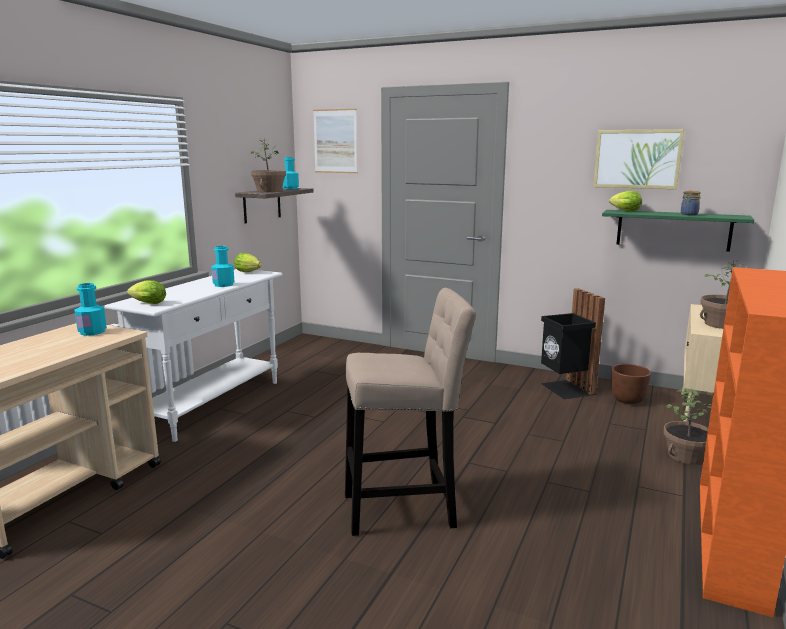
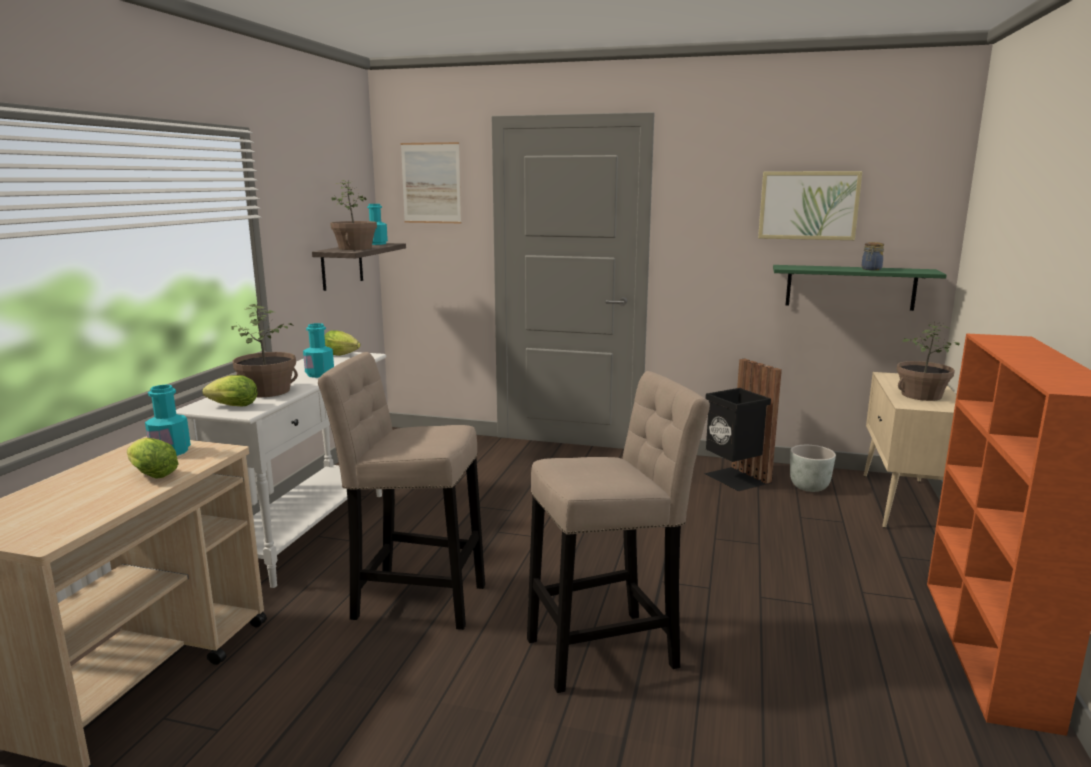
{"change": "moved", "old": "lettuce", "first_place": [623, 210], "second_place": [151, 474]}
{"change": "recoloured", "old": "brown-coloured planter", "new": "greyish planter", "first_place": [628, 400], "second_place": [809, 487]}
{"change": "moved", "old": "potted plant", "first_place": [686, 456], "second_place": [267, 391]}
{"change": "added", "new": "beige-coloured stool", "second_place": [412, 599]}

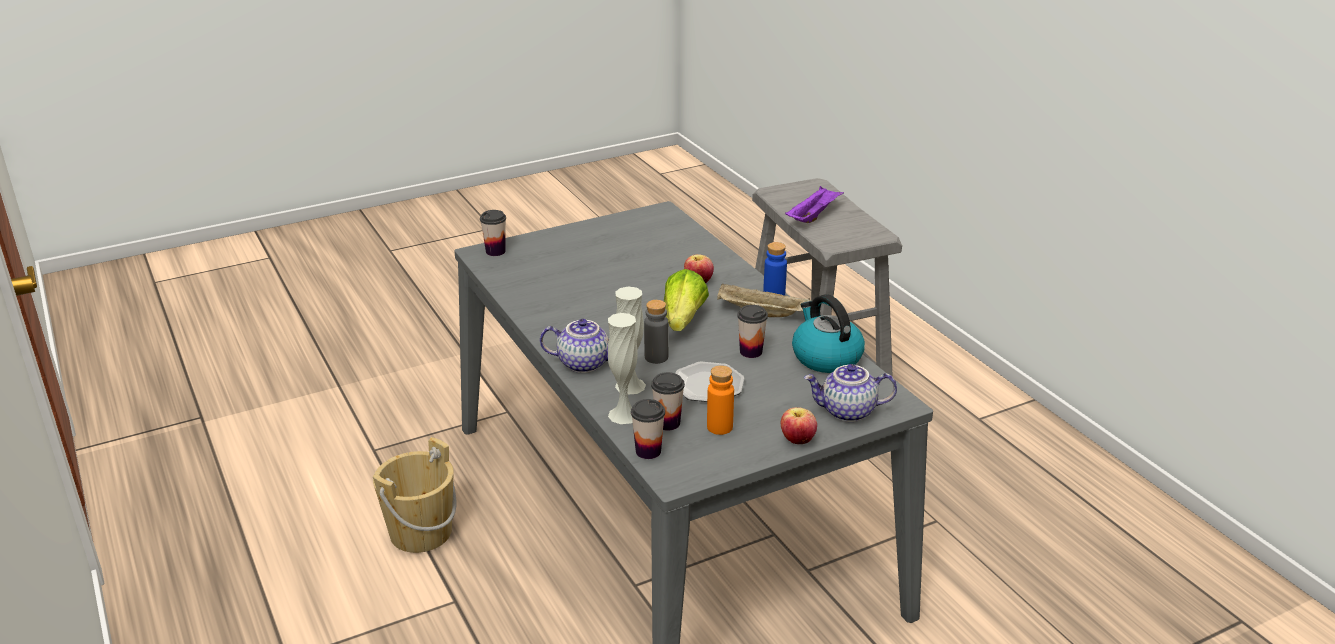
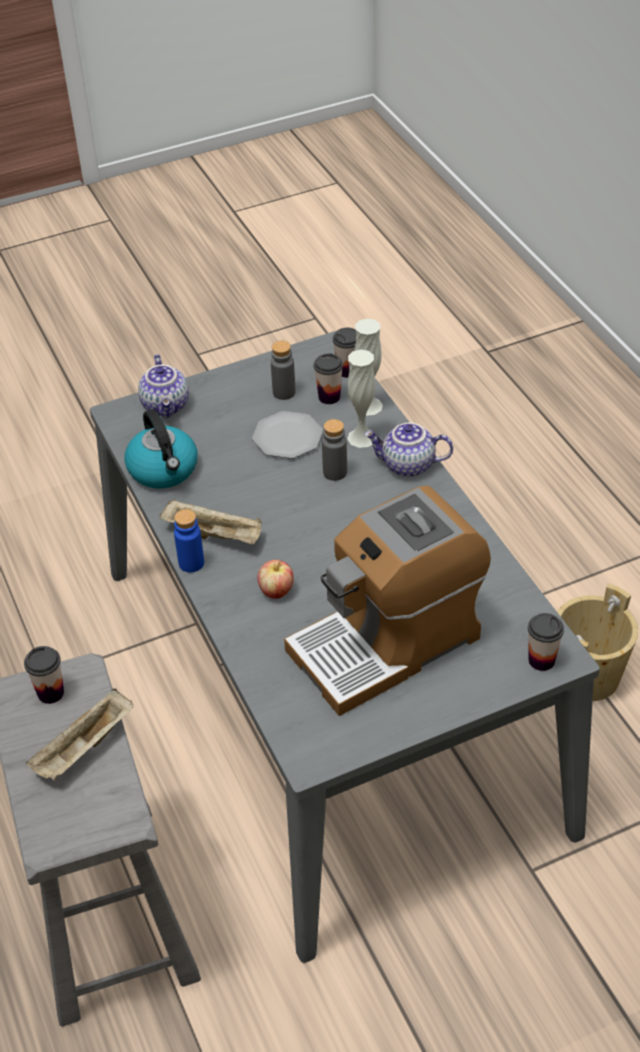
{"change": "removed", "old": "lettuce", "first_place": [683, 320]}
{"change": "recoloured", "old": "orange-coloured drink bottle", "new": "greyish drink bottle", "first_place": [719, 427], "second_place": [284, 392]}
{"change": "moved", "old": "small cup", "first_place": [751, 352], "second_place": [50, 693]}
{"change": "removed", "old": "whole apple", "first_place": [797, 440]}
{"change": "recoloured", "old": "purplish tray", "new": "beige-coloured tray", "first_place": [813, 216], "second_place": [84, 748]}
{"change": "turned", "old": "pot for tea", "first_place": [847, 412], "second_place": [167, 406], "degrees": 75}
{"change": "added", "new": "coffee machine", "second_place": [387, 643]}

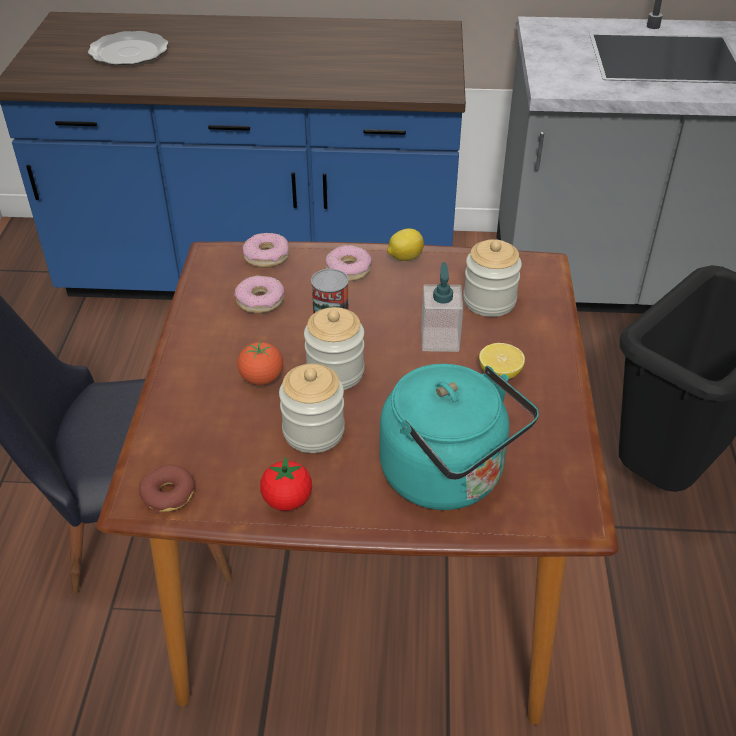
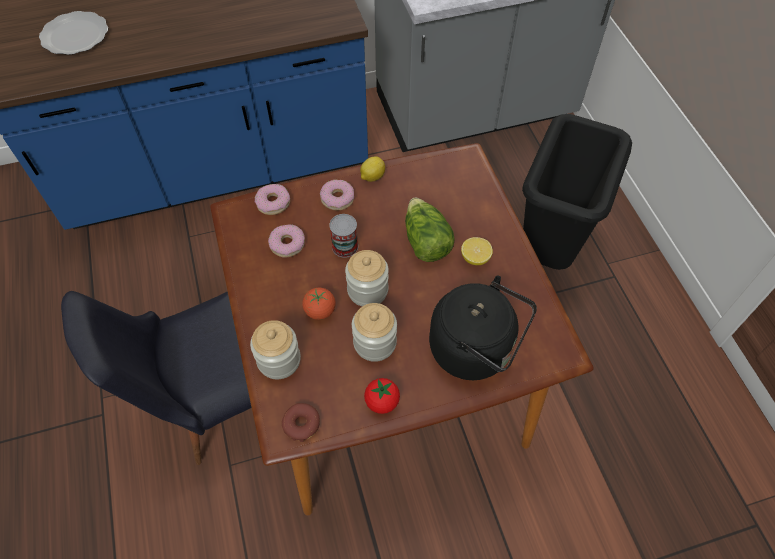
{"change": "recoloured", "old": "turquoise kettle", "new": "black kettle", "first_place": [449, 477], "second_place": [475, 350]}
{"change": "replaced", "old": "soap bottle", "new": "lettuce", "first_place": [440, 339], "second_place": [425, 241]}
{"change": "moved", "old": "jar", "first_place": [489, 301], "second_place": [279, 360]}

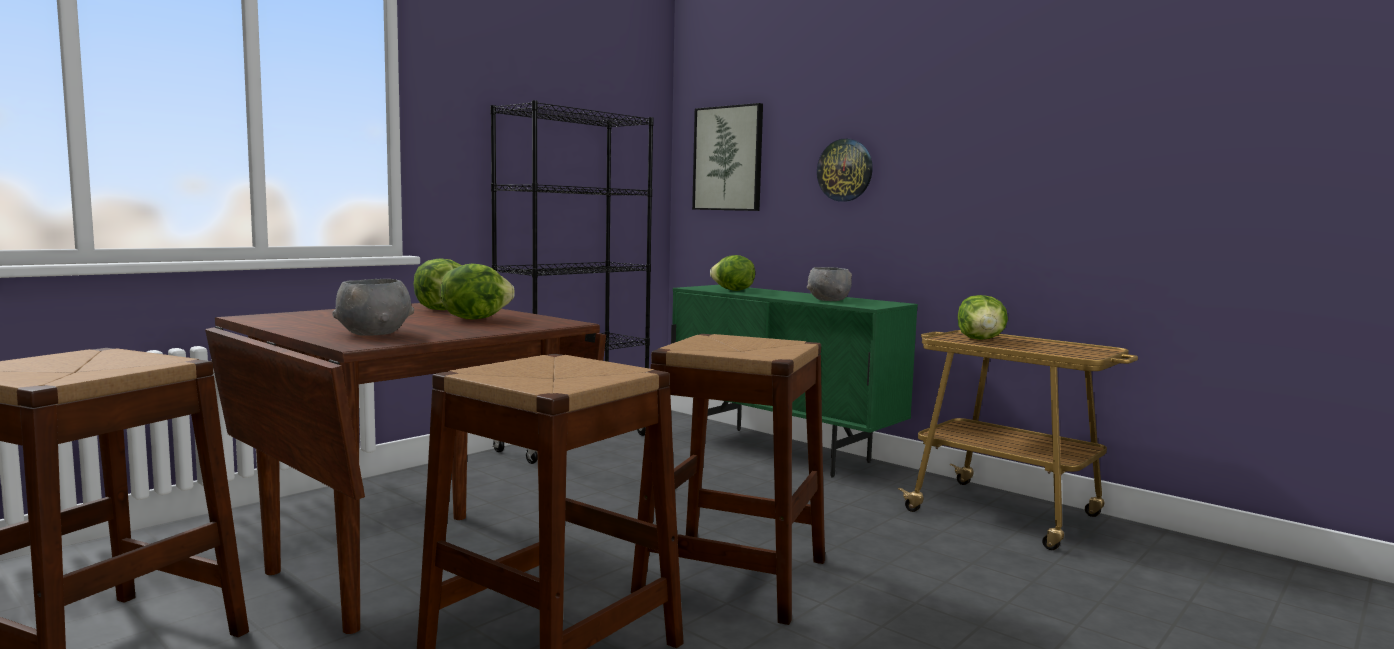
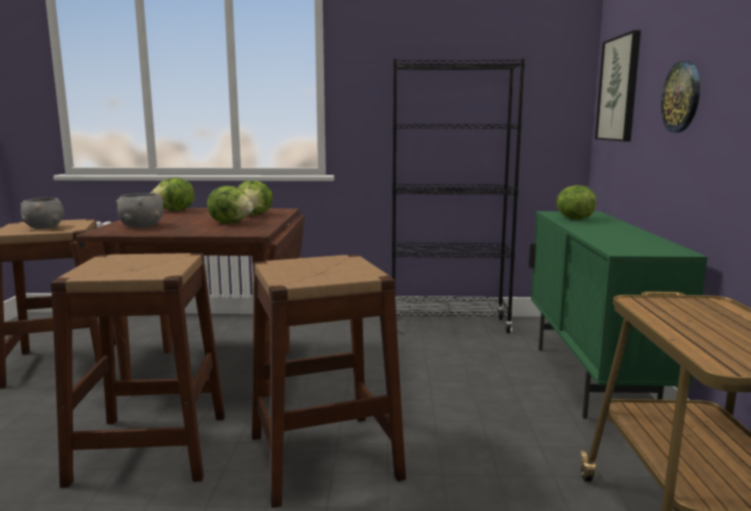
{"change": "moved", "old": "greyish bowl", "first_place": [828, 300], "second_place": [45, 227]}
{"change": "moved", "old": "lettuce", "first_place": [981, 340], "second_place": [175, 211]}

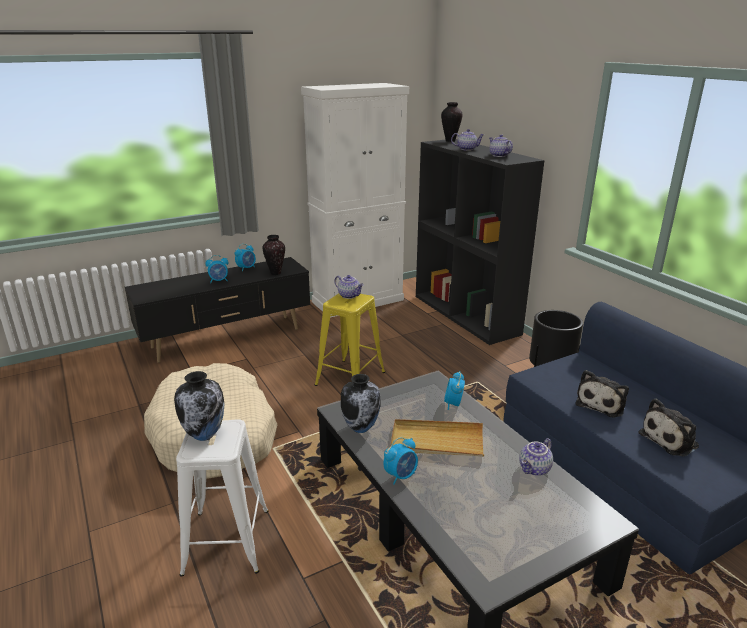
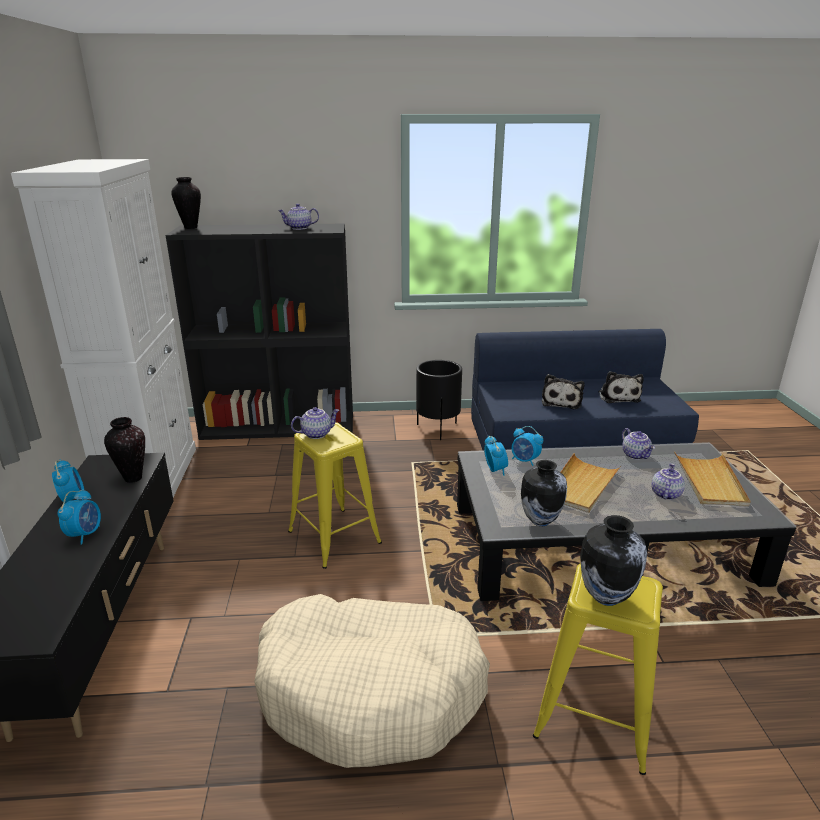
{"change": "recoloured", "old": "white stool", "new": "yellow-coloured stool", "first_place": [226, 541], "second_place": [593, 716]}
{"change": "moved", "old": "alarm clock", "first_place": [401, 476], "second_place": [495, 470]}
{"change": "moved", "old": "pot for tea", "first_place": [467, 149], "second_place": [665, 494]}
{"change": "turned", "old": "plush toy", "first_place": [602, 403], "second_place": [561, 402], "degrees": 45}
{"change": "added", "new": "beige-coloured tray", "second_place": [710, 482]}

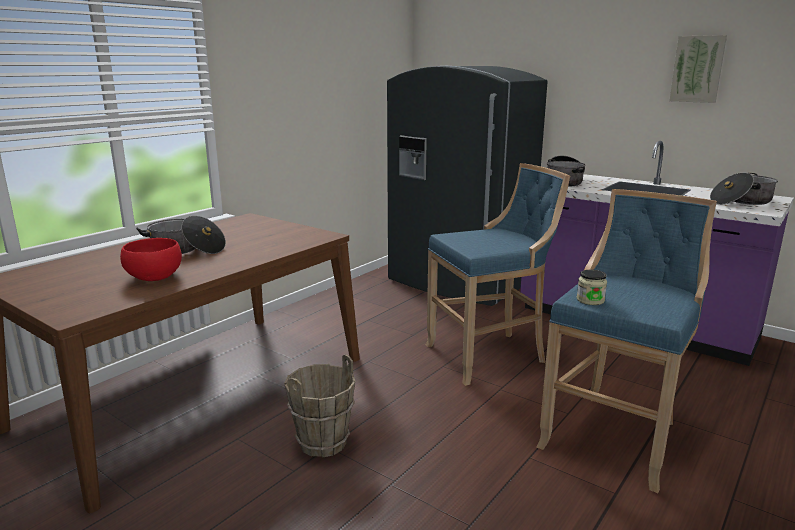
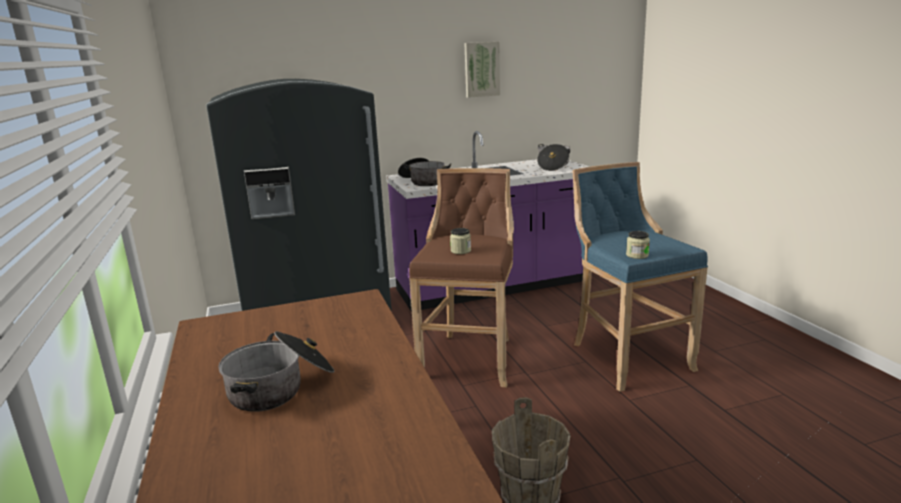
{"change": "removed", "old": "reddish bowl", "first_place": [154, 277]}
{"change": "recoloured", "old": "blue-coloured stool", "new": "brown-coloured stool", "first_place": [490, 355], "second_place": [470, 357]}
{"change": "added", "new": "jar", "second_place": [460, 251]}

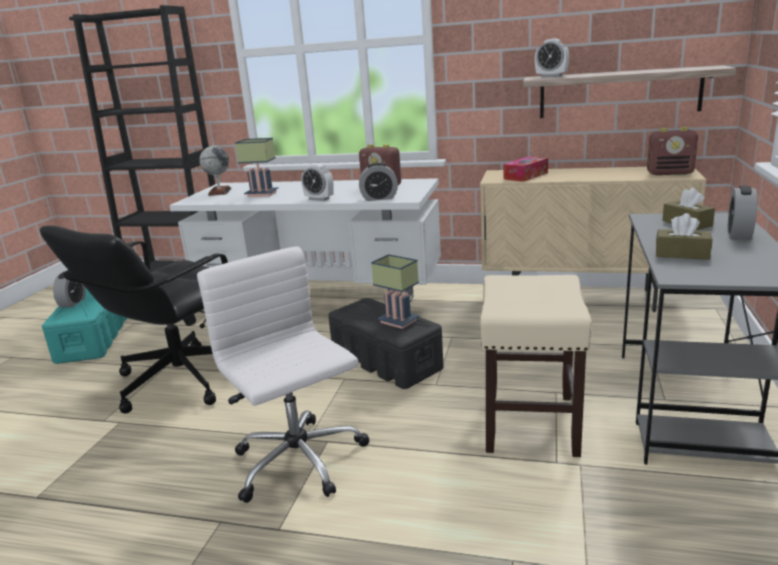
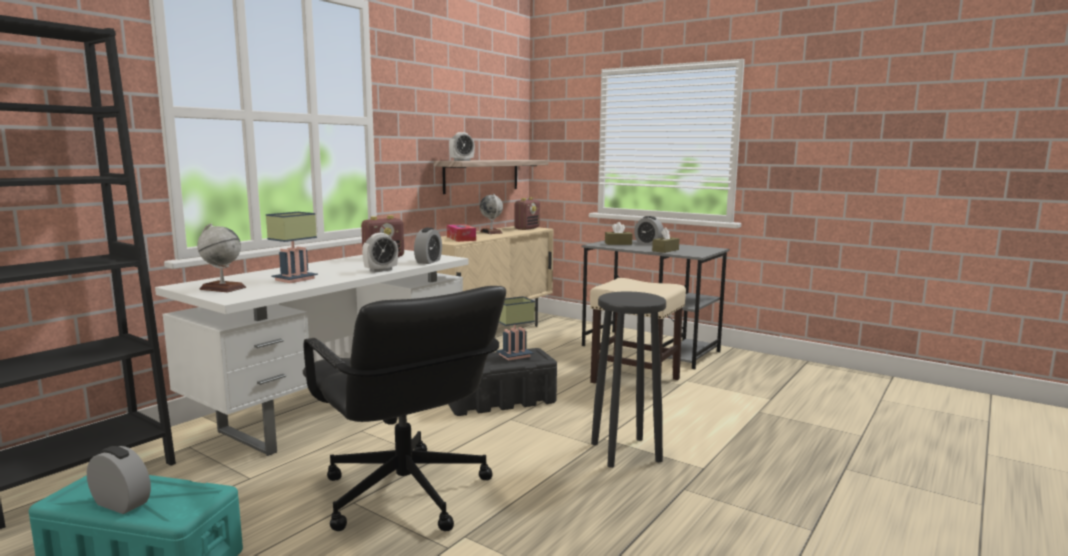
{"change": "replaced", "old": "white computer chair", "new": "black stool", "first_place": [300, 462], "second_place": [625, 451]}
{"change": "added", "new": "world globe", "second_place": [491, 232]}

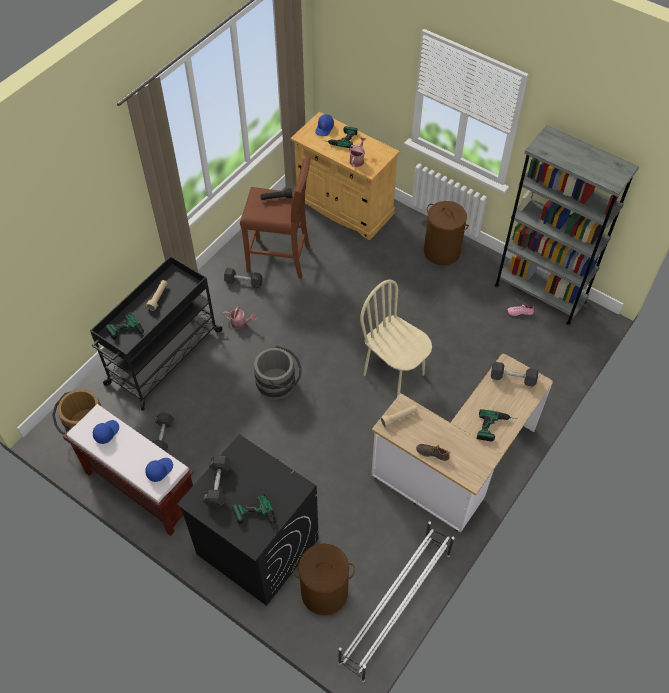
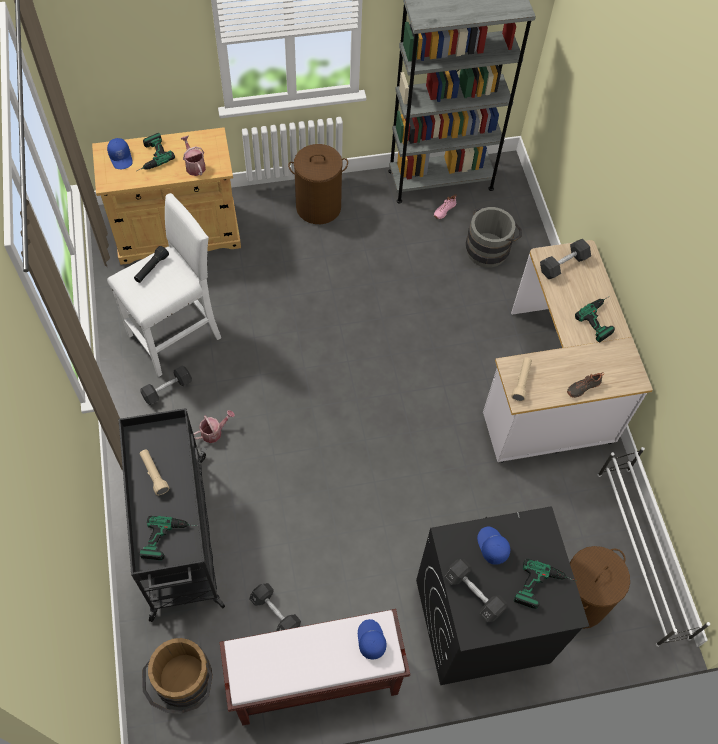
{"change": "moved", "old": "blue-coloured peaked cap", "first_place": [106, 432], "second_place": [492, 546]}
{"change": "recoloured", "old": "brown-coloured stool", "new": "white stool", "first_place": [280, 259], "second_place": [177, 336]}
{"change": "moved", "old": "greyish bucket", "first_place": [279, 384], "second_place": [489, 248]}
{"change": "removed", "old": "beige-coloured upright chair", "first_place": [394, 374]}

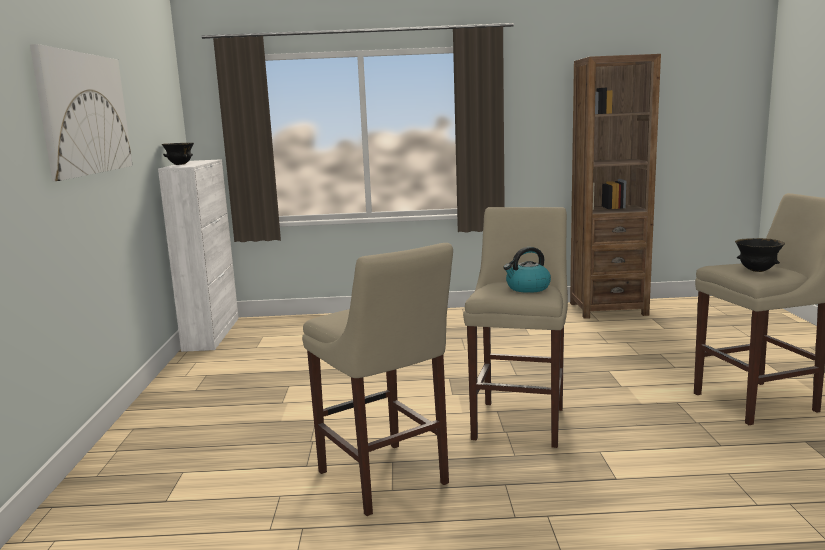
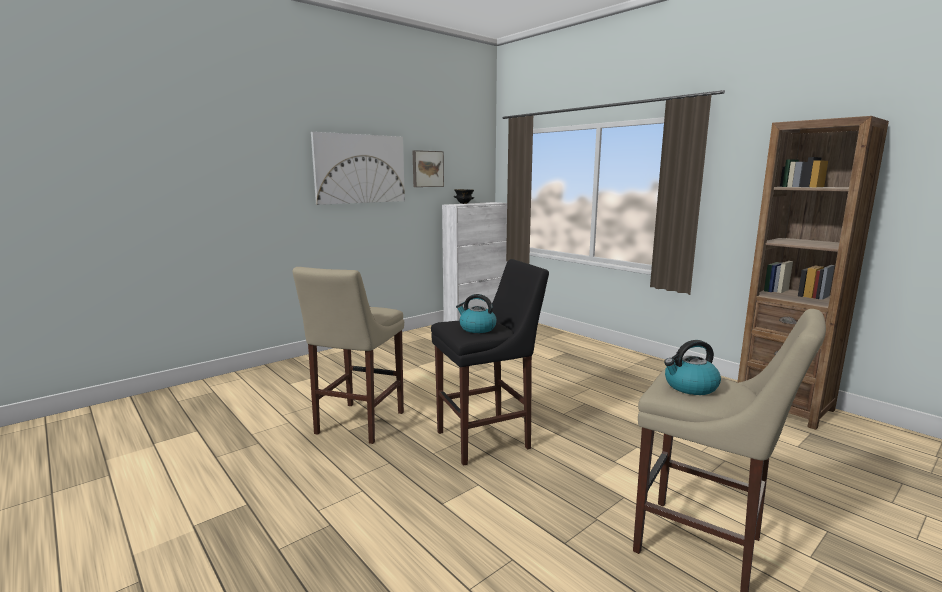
{"change": "recoloured", "old": "beige-coloured stool", "new": "black stool", "first_place": [520, 421], "second_place": [487, 439]}
{"change": "replaced", "old": "black bowl", "new": "kettle", "first_place": [757, 271], "second_place": [690, 387]}
{"change": "added", "new": "wall art", "second_place": [427, 169]}

